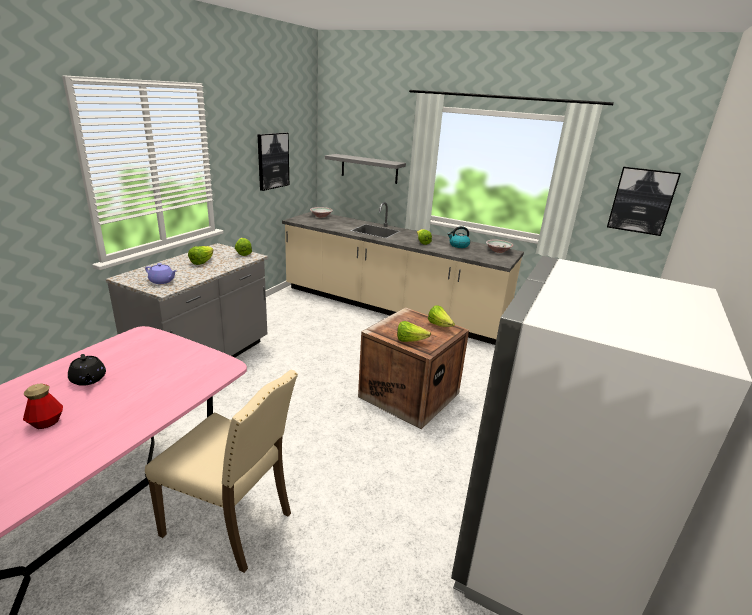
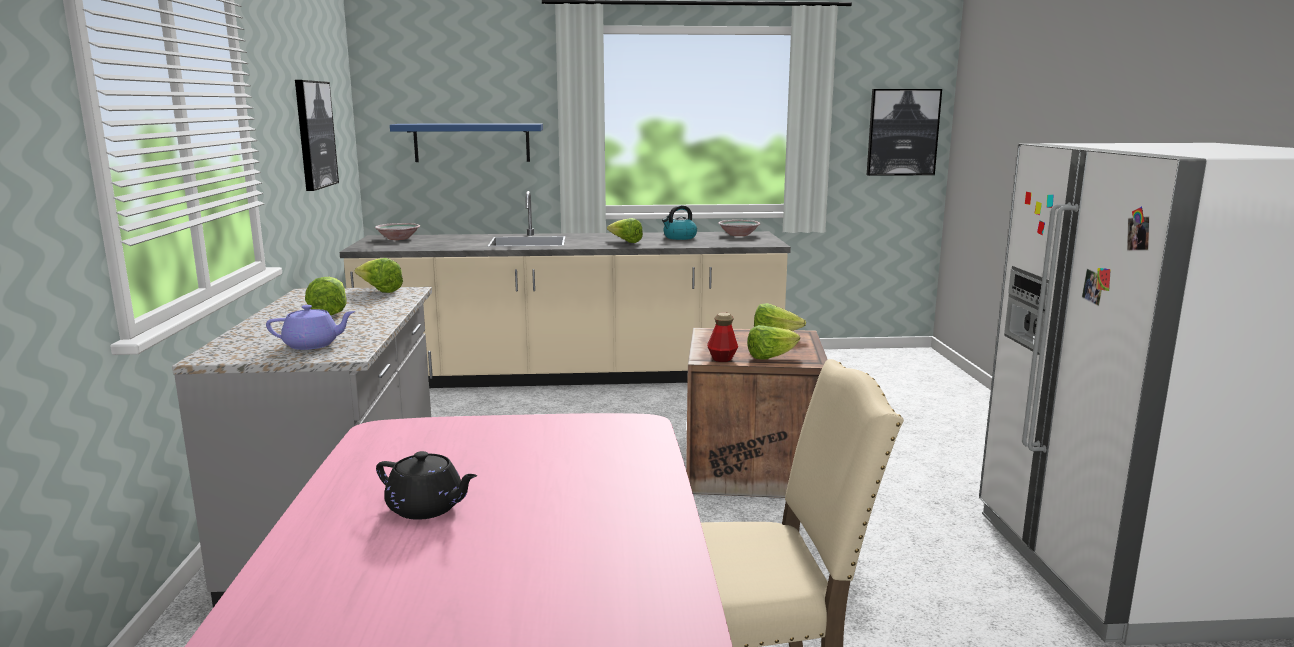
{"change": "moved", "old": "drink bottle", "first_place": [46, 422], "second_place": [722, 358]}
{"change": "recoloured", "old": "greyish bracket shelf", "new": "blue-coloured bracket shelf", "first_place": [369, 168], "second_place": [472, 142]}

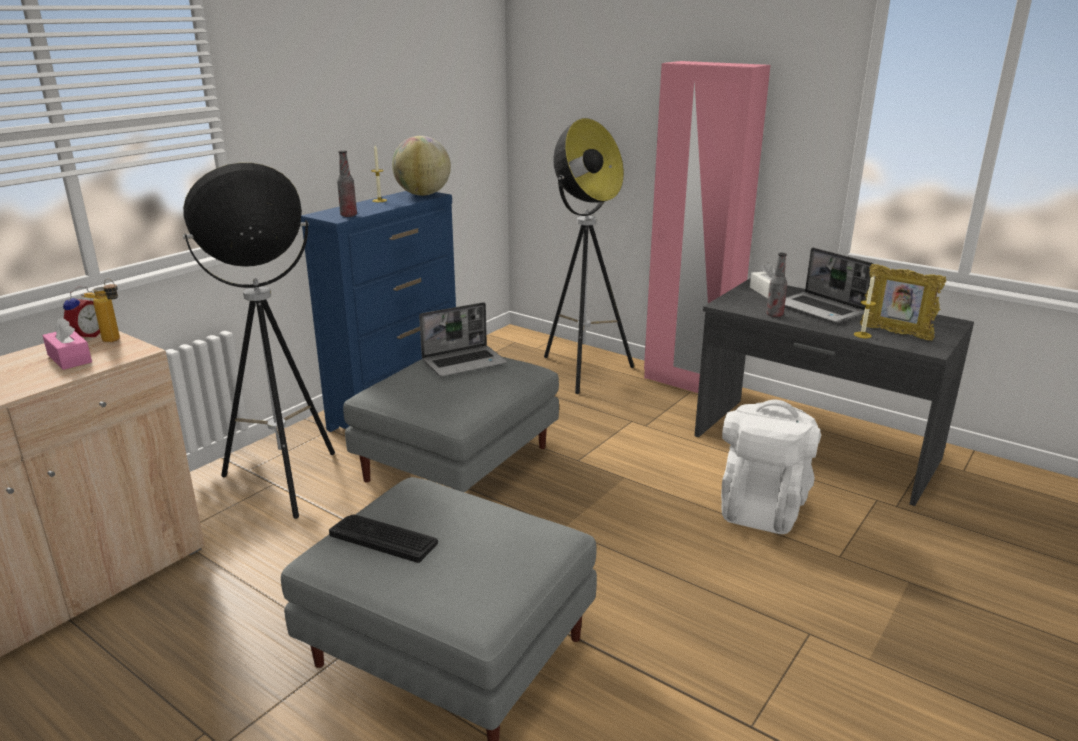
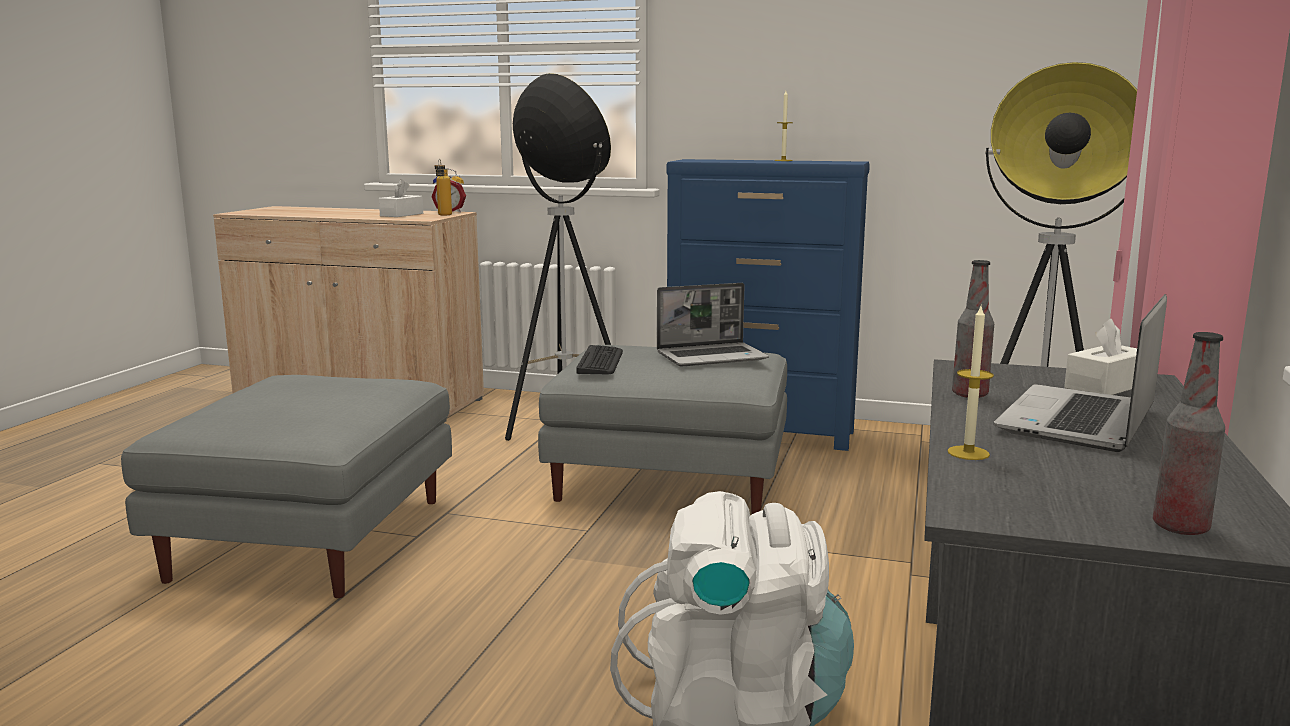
{"change": "recoloured", "old": "pinkish box of tissues", "new": "white box of tissues", "first_place": [69, 358], "second_place": [401, 215]}
{"change": "moved", "old": "computer keyboard", "first_place": [384, 538], "second_place": [600, 361]}
{"change": "moved", "old": "drink bottle", "first_place": [348, 215], "second_place": [1180, 527]}
{"change": "removed", "old": "world globe", "first_place": [423, 194]}
{"change": "turned", "old": "notebook computer", "first_place": [465, 362], "second_place": [712, 357], "degrees": -60}
{"change": "removed", "old": "standing frame", "first_place": [895, 333]}

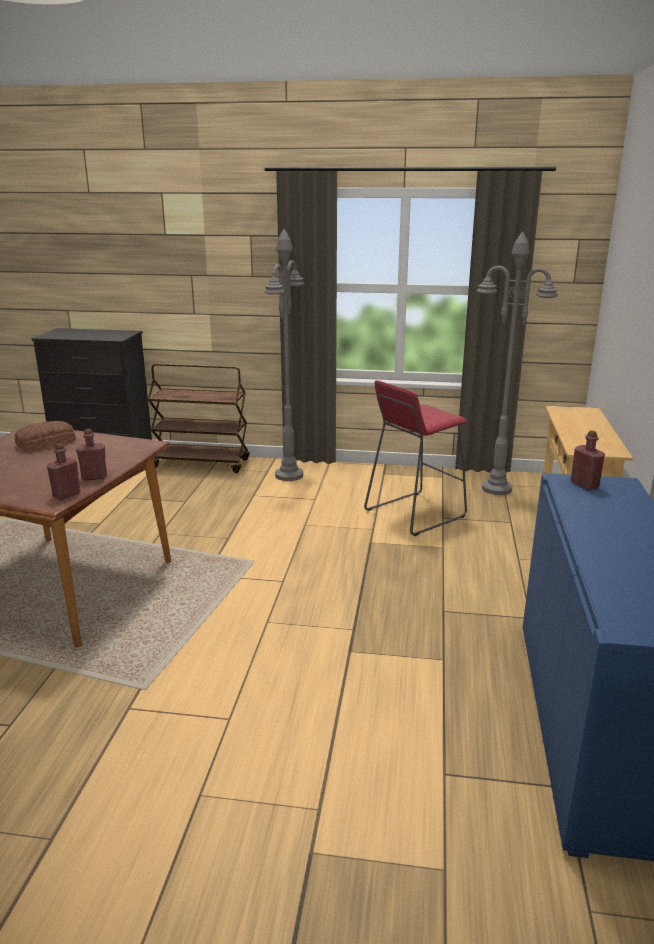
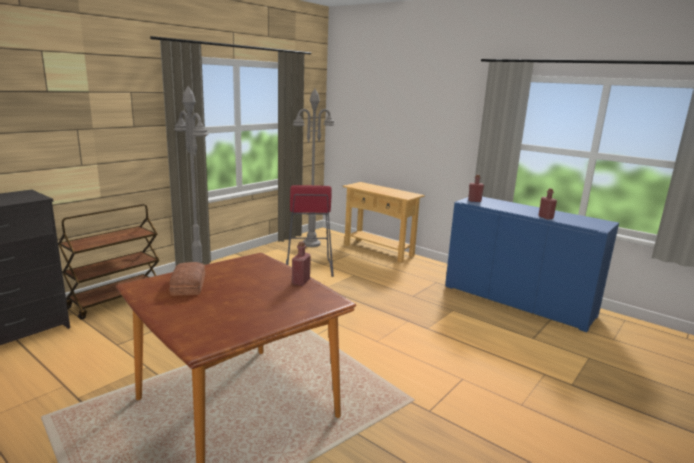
{"change": "moved", "old": "reddish drink bottle", "first_place": [66, 495], "second_place": [545, 217]}

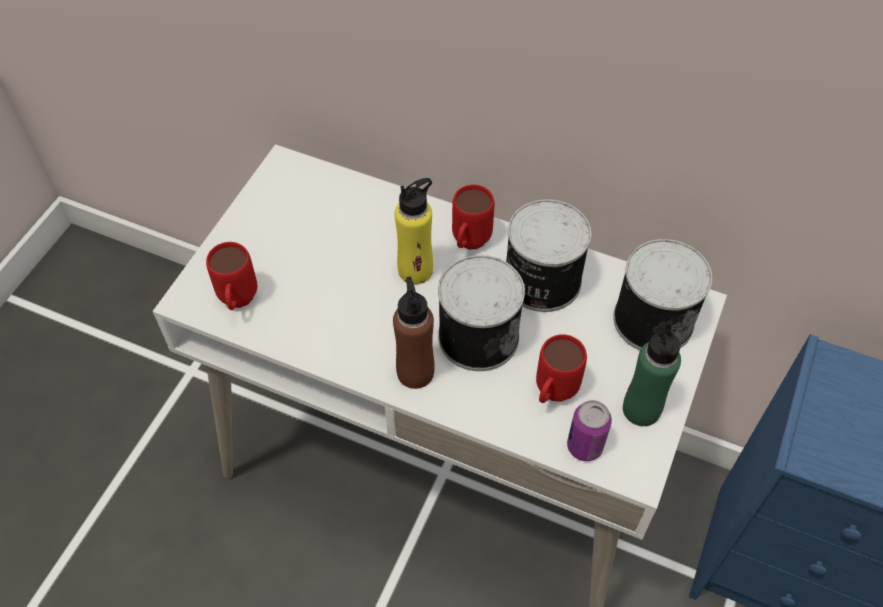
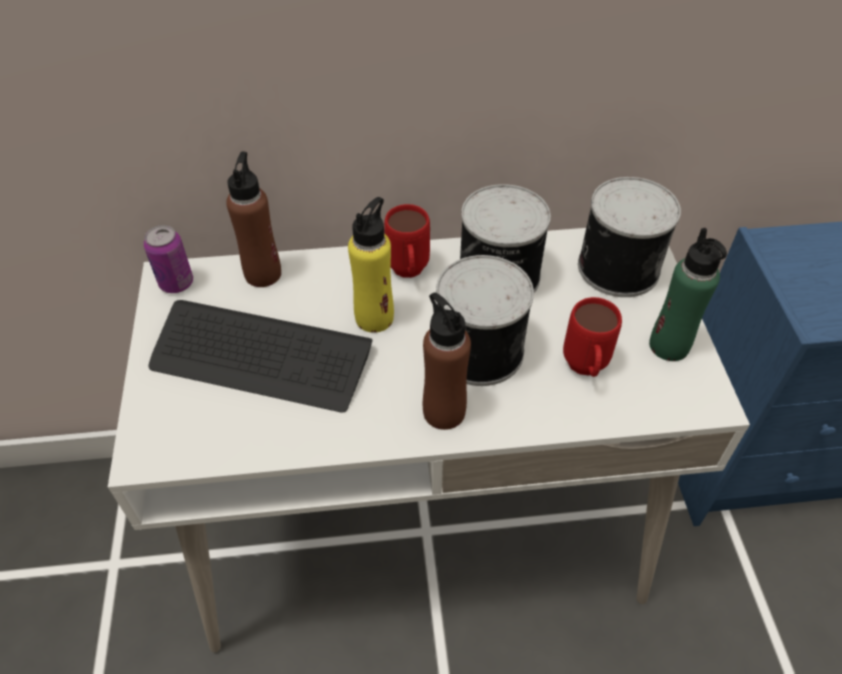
{"change": "removed", "old": "reddish tea mug", "first_place": [238, 303]}
{"change": "moved", "old": "metal can", "first_place": [584, 446], "second_place": [176, 283]}
{"change": "added", "new": "computer keyboard", "second_place": [260, 358]}
{"change": "added", "new": "brown-coloured drink bottle", "second_place": [263, 273]}

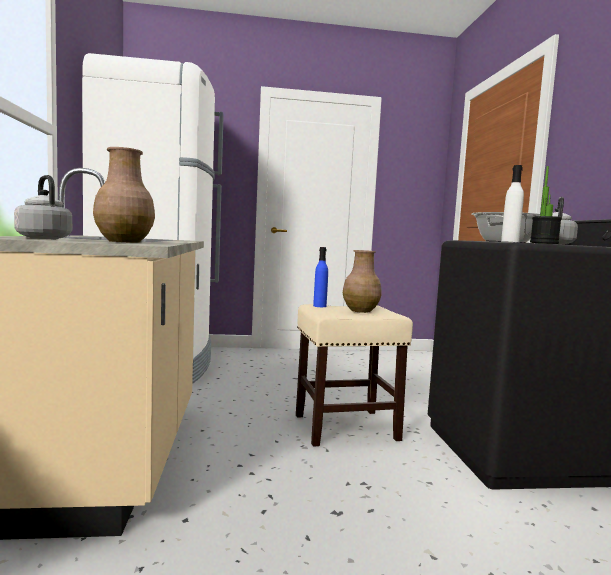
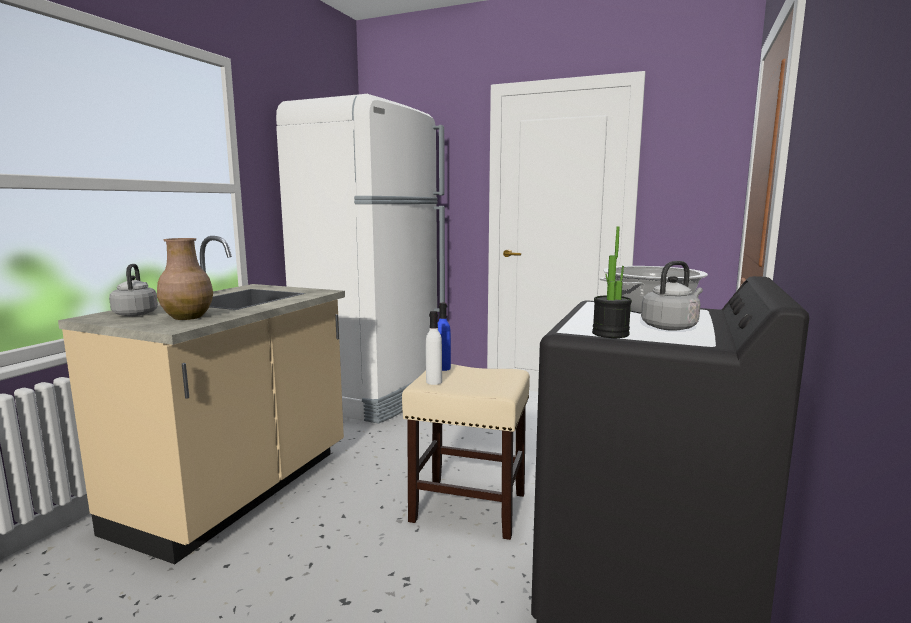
{"change": "removed", "old": "brown-coloured vase", "first_place": [361, 310]}
{"change": "moved", "old": "white drink bottle", "first_place": [510, 241], "second_place": [434, 382]}

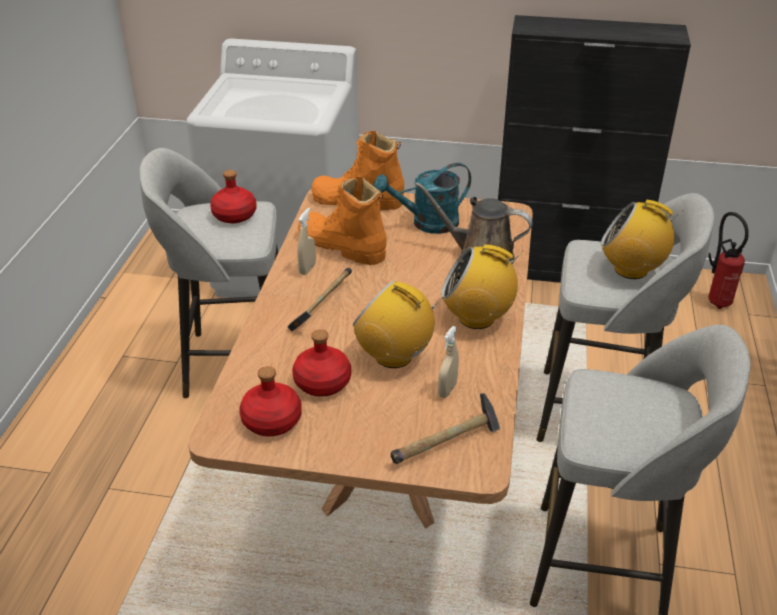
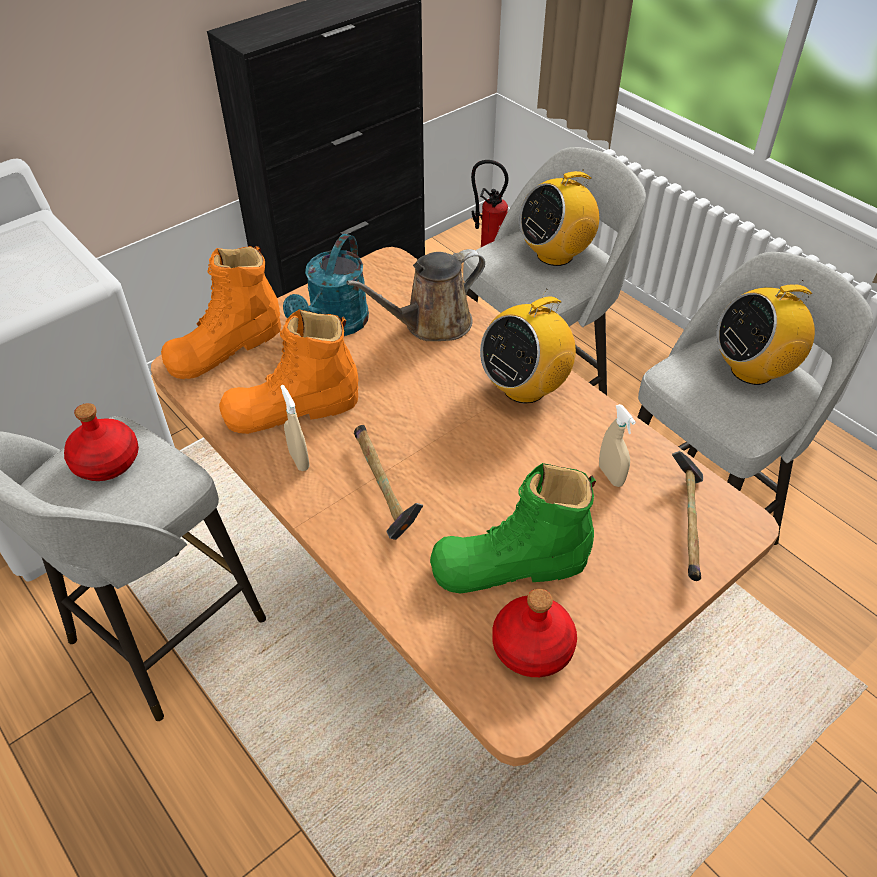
{"change": "replaced", "old": "reddish drink bottle", "new": "greenish boot", "first_place": [322, 383], "second_place": [510, 564]}
{"change": "moved", "old": "radio set", "first_place": [394, 356], "second_place": [752, 370]}

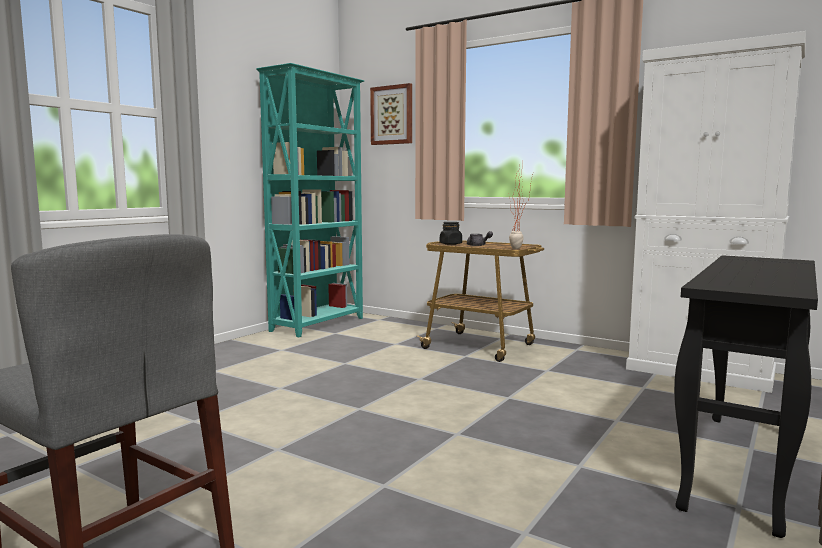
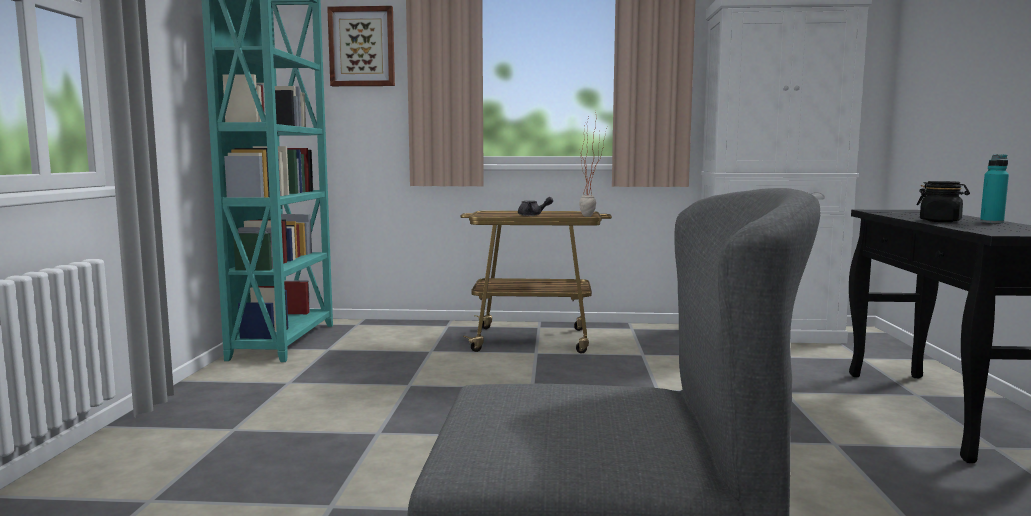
{"change": "moved", "old": "black jar", "first_place": [450, 244], "second_place": [940, 221]}
{"change": "added", "new": "turquoise drink bottle", "second_place": [991, 222]}

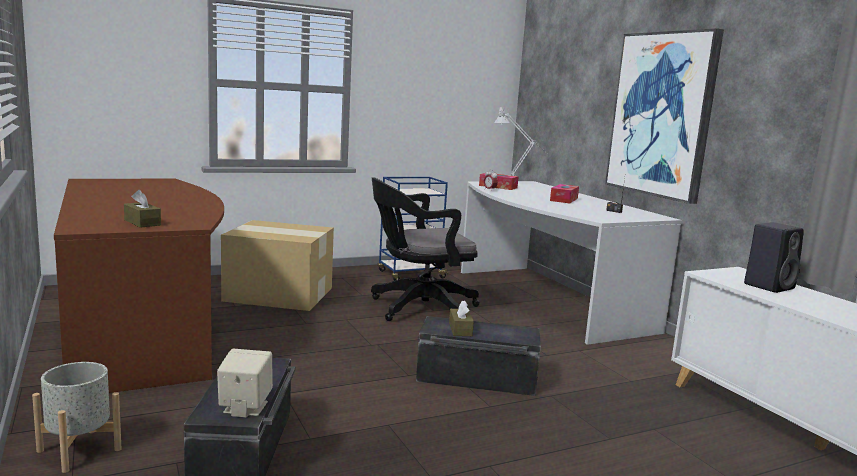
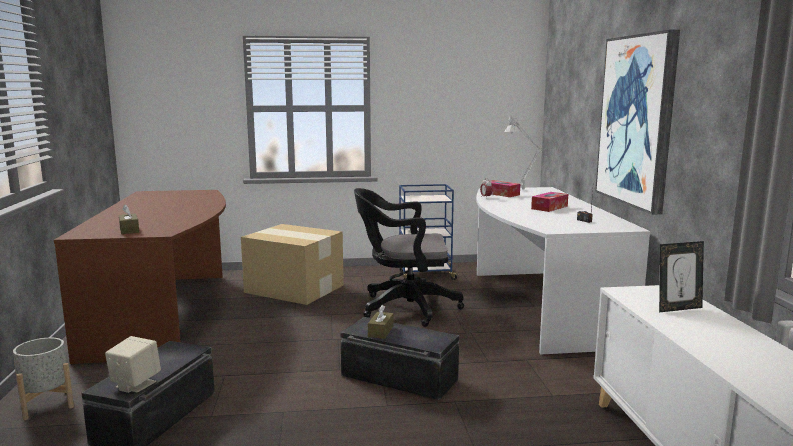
{"change": "replaced", "old": "black loudspeaker", "new": "standing frame", "first_place": [769, 286], "second_place": [678, 308]}

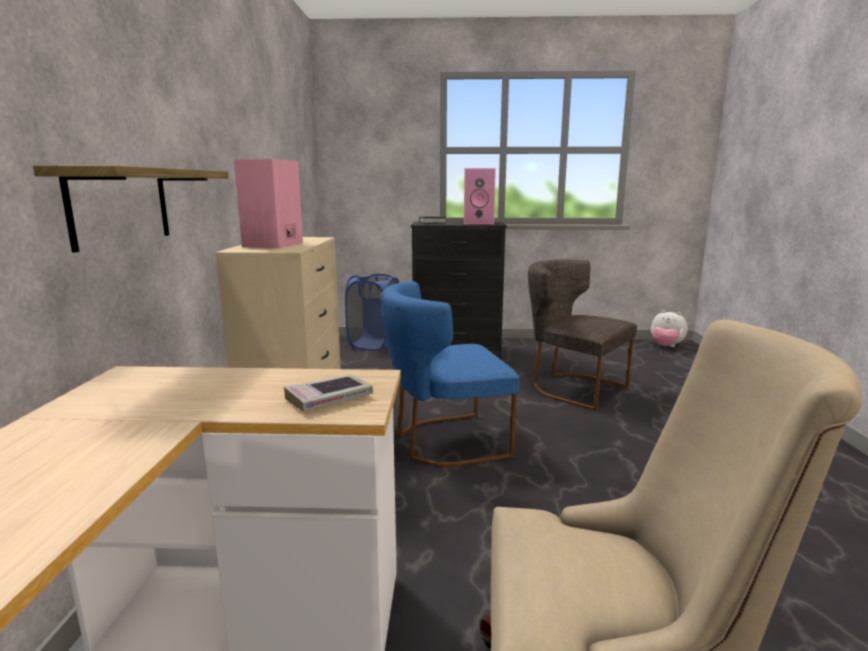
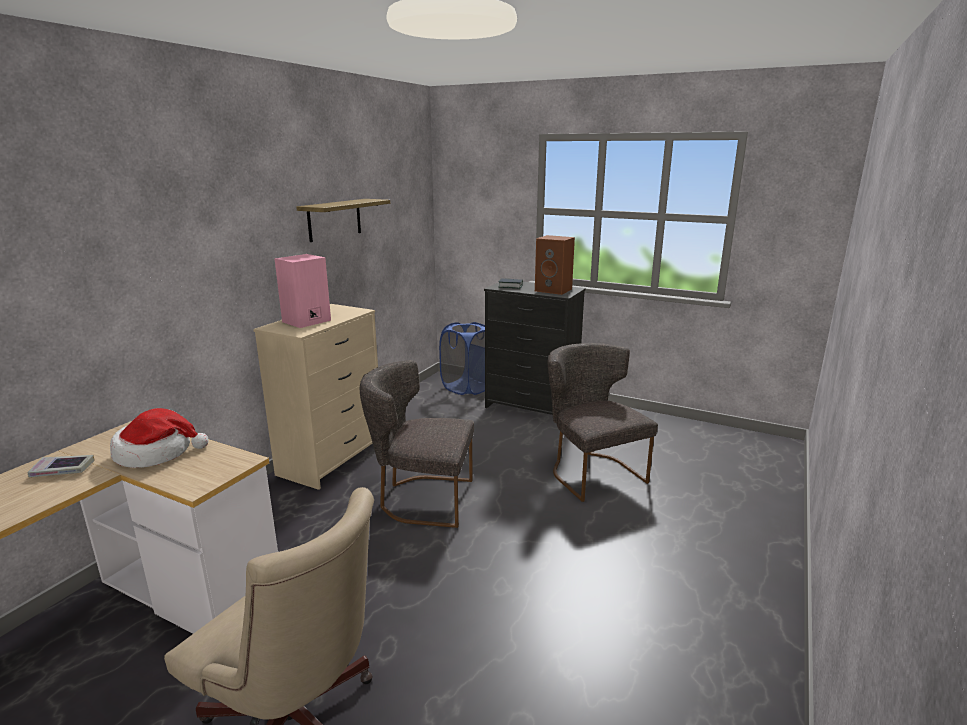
{"change": "moved", "old": "bracket shelf", "first_place": [121, 206], "second_place": [334, 219]}
{"change": "moved", "old": "volume", "first_place": [329, 398], "second_place": [62, 470]}
{"change": "recoloured", "old": "blue-coloured upright chair", "new": "greyish upright chair", "first_place": [444, 441], "second_place": [421, 499]}
{"change": "recoloured", "old": "pinkish loudspeaker", "new": "brown-coloured loudspeaker", "first_place": [479, 223], "second_place": [554, 290]}
{"change": "removed", "old": "plush toy", "first_place": [666, 346]}
{"change": "added", "new": "clothing hat", "second_place": [156, 453]}

